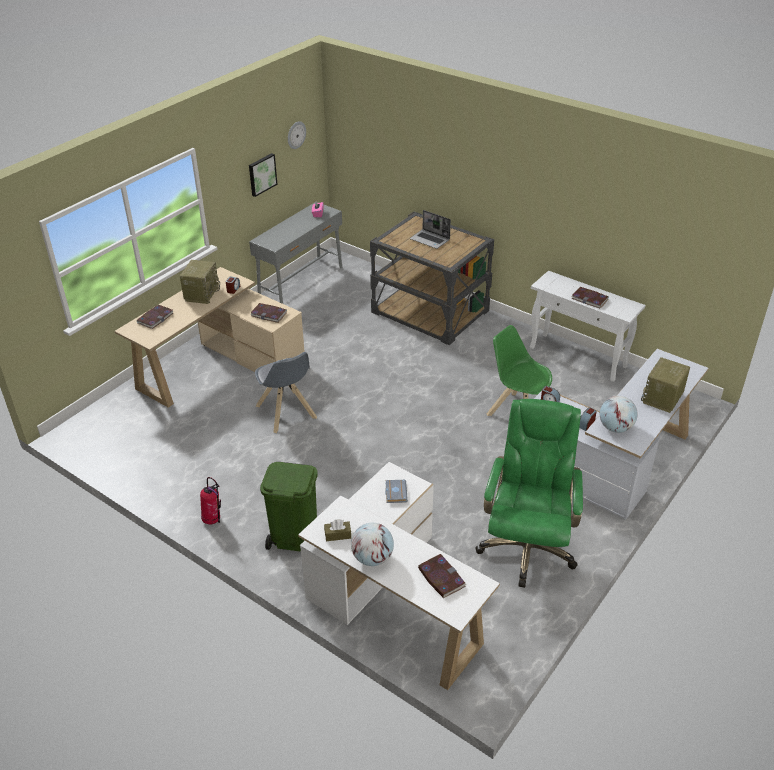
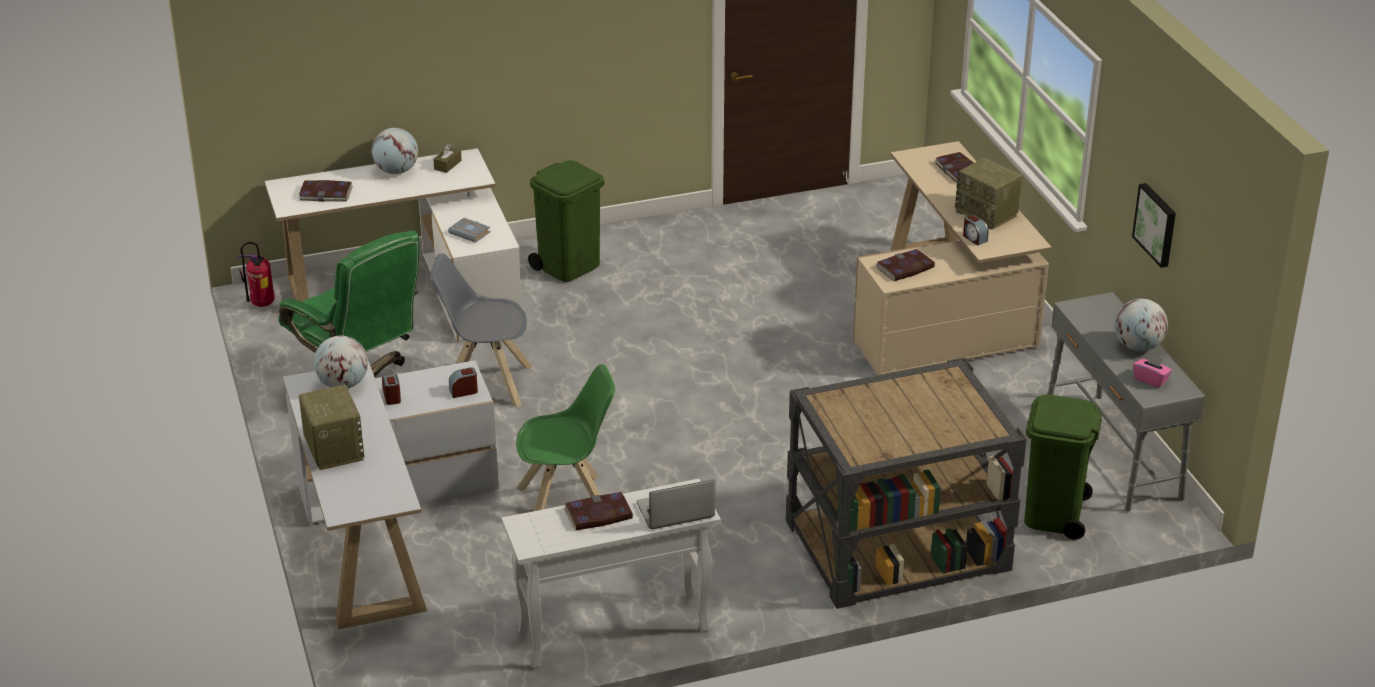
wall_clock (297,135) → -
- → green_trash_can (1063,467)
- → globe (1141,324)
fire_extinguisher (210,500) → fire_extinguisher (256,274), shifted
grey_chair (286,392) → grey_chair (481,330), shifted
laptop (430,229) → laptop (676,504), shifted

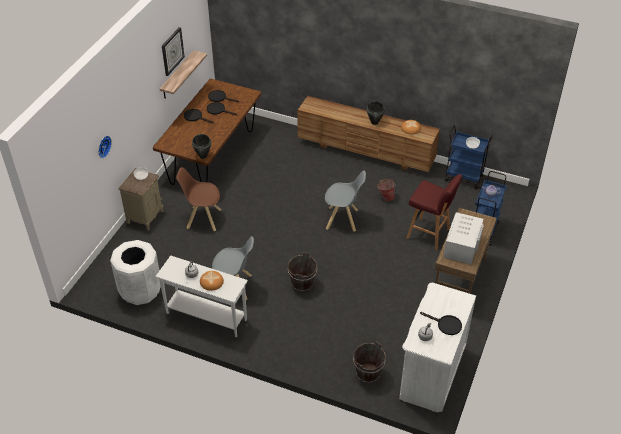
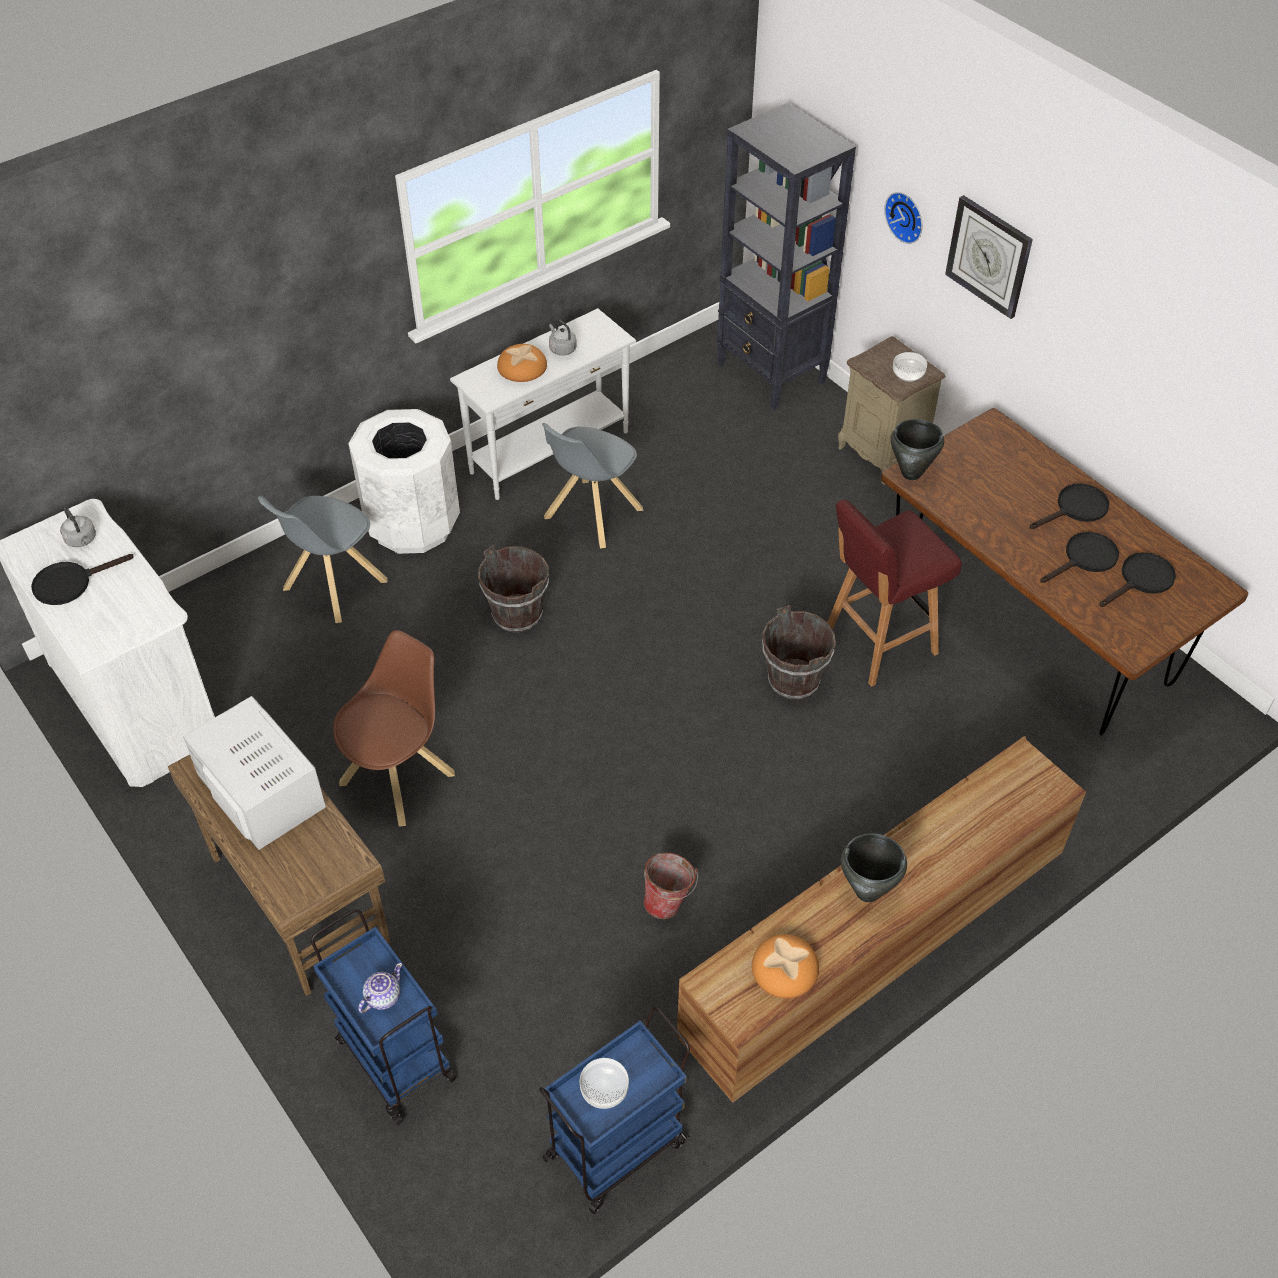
shelf (183,74) → -
- → black_bookcase (786,256)
white_trash_can (135,272) → white_trash_can (404,481), shifted
wall_clock (173,51) → wall_clock (989,257), shifted
brown_chair (198,199) → brown_chair (394,728), shifted
grey_chair (345,201) → grey_chair (323,559), shifted
brown_bucket (369,362) → brown_bucket (799,652), shifted
red_stool (435,212) → red_stool (894,593), shifted

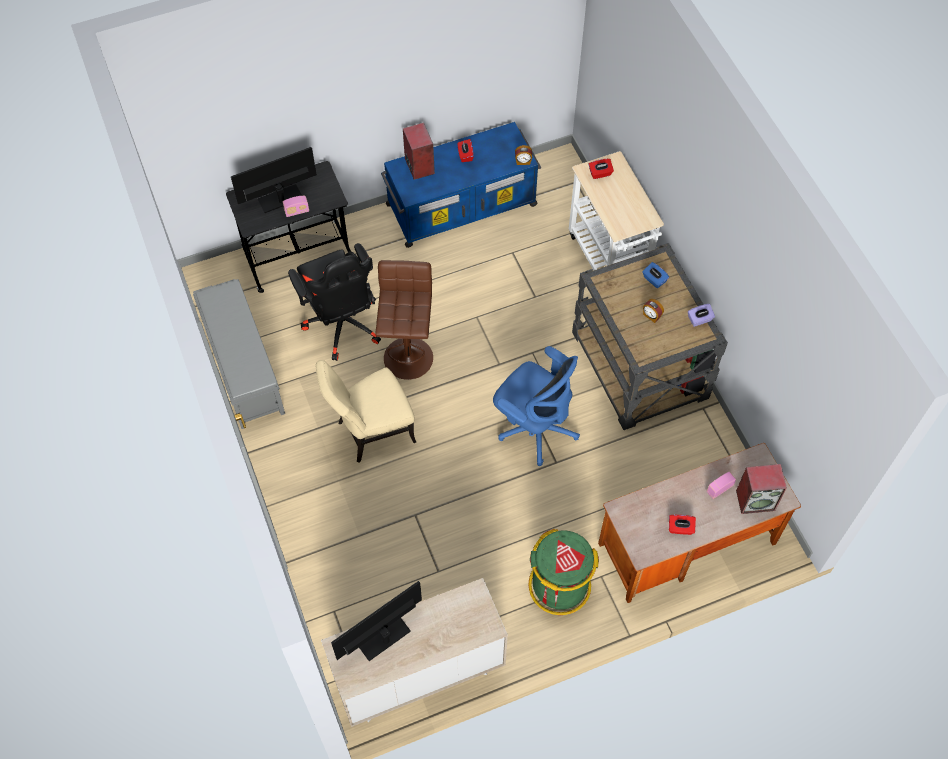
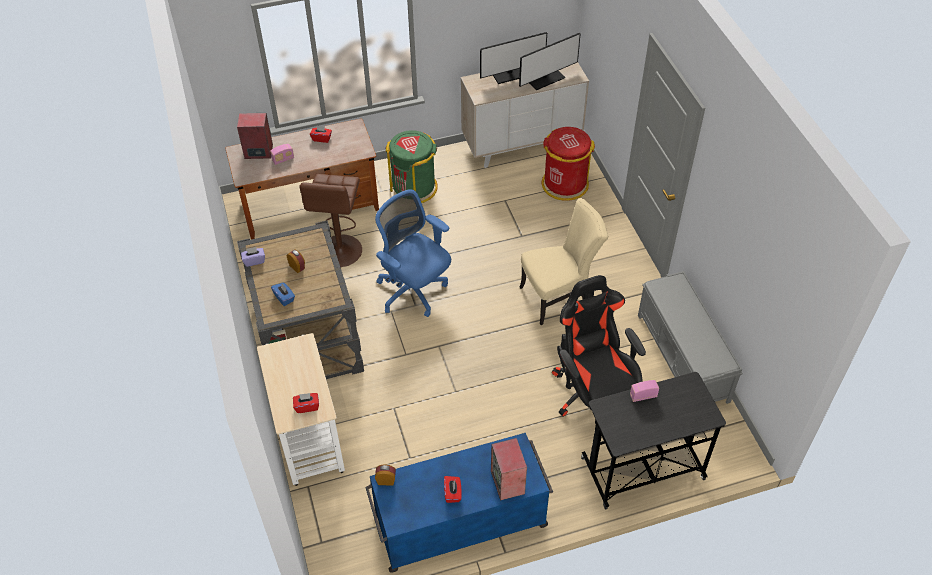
- → red_trash_can (568,164)
monitor (274,180) → monitor (513,58), shifted
brown_stool (404,320) → brown_stool (330,220), shifted

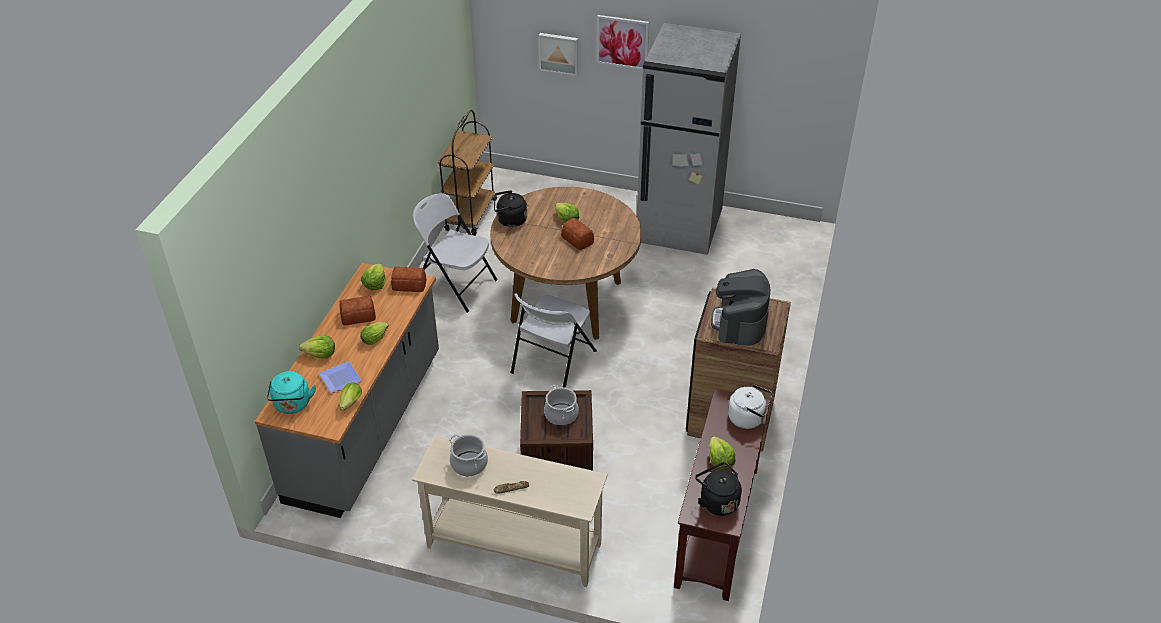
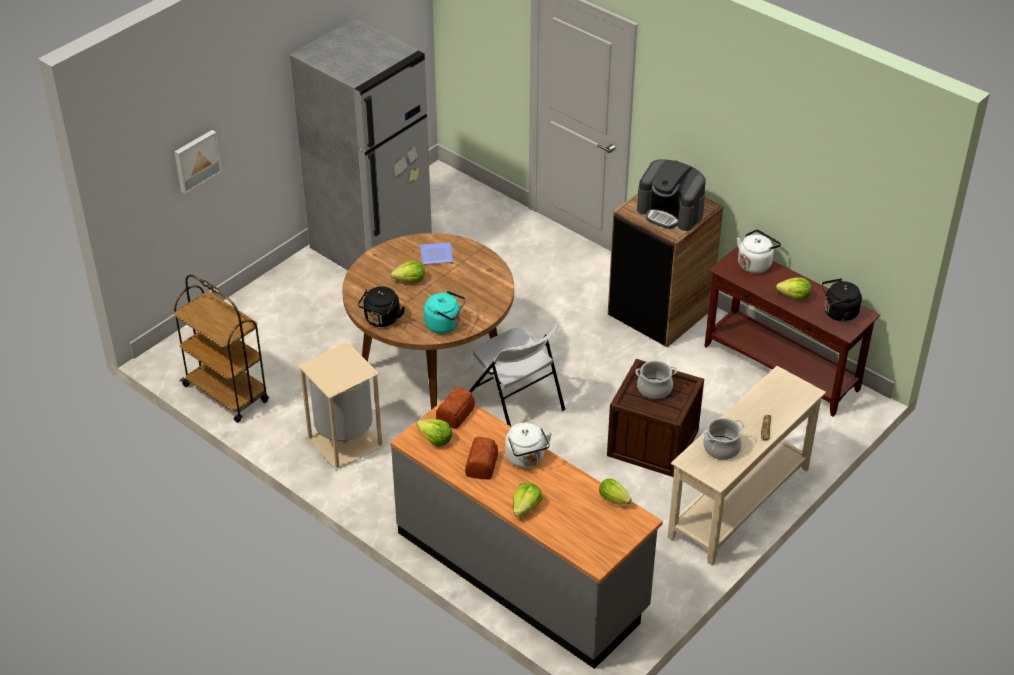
bread (577,234) → -
picture (622,42) → -
turquoise_kettle (291,392) → turquoise_kettle (445,312), shifted
plate (340,377) → plate (437,253), shifted
lettuce (374,333) → white_kettle (528,445)
white_chair (455,253) → beige_trash_can (341,406)

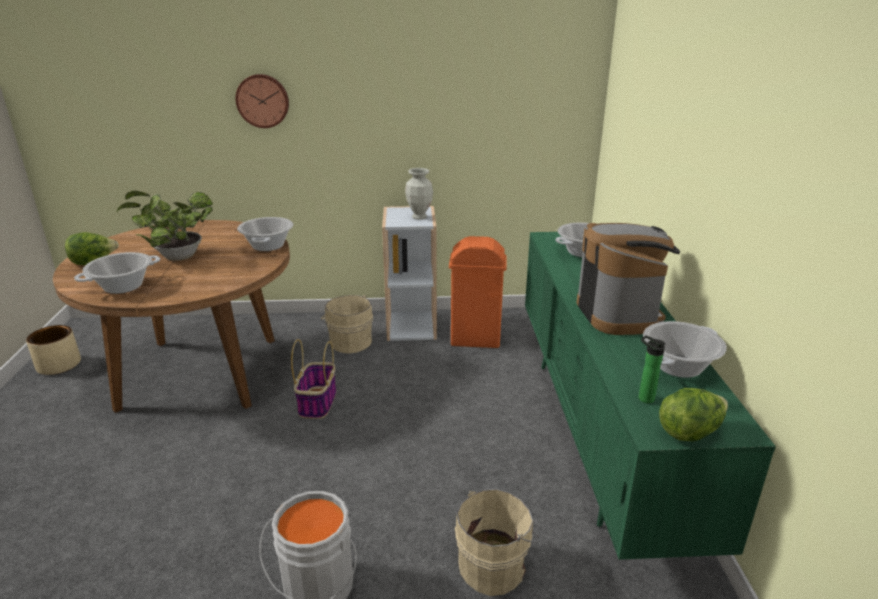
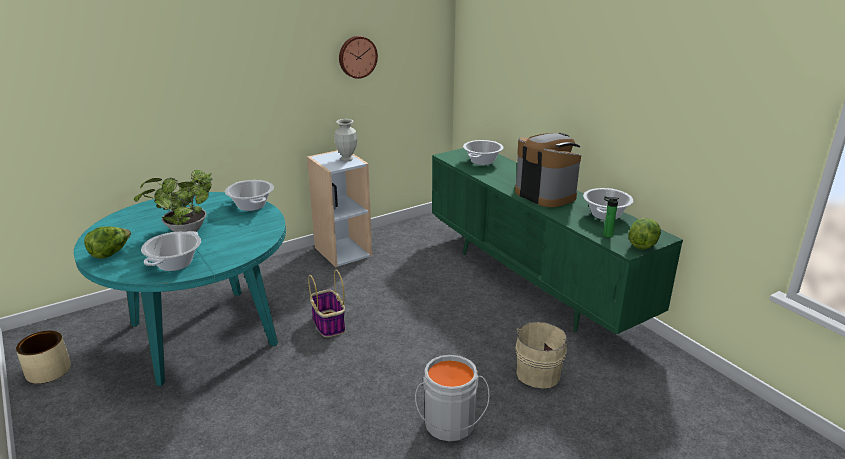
beige_bucket (347,324) → -
orange_trash_can (477,292) → -
wall_clock (262,101) → wall_clock (358,57), shifted
brown_dining_table (171,316) → turquoise_dining_table (180,289)

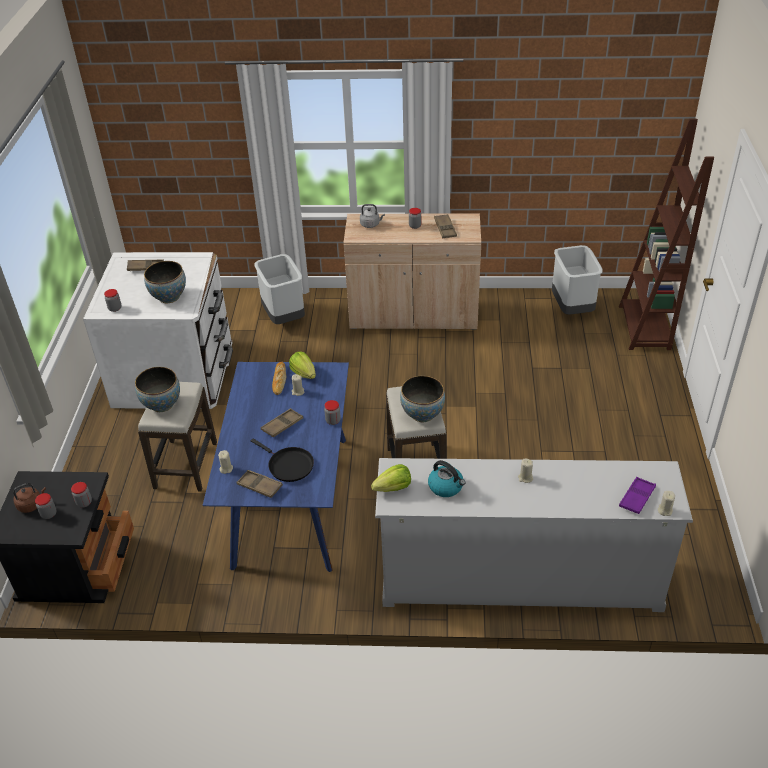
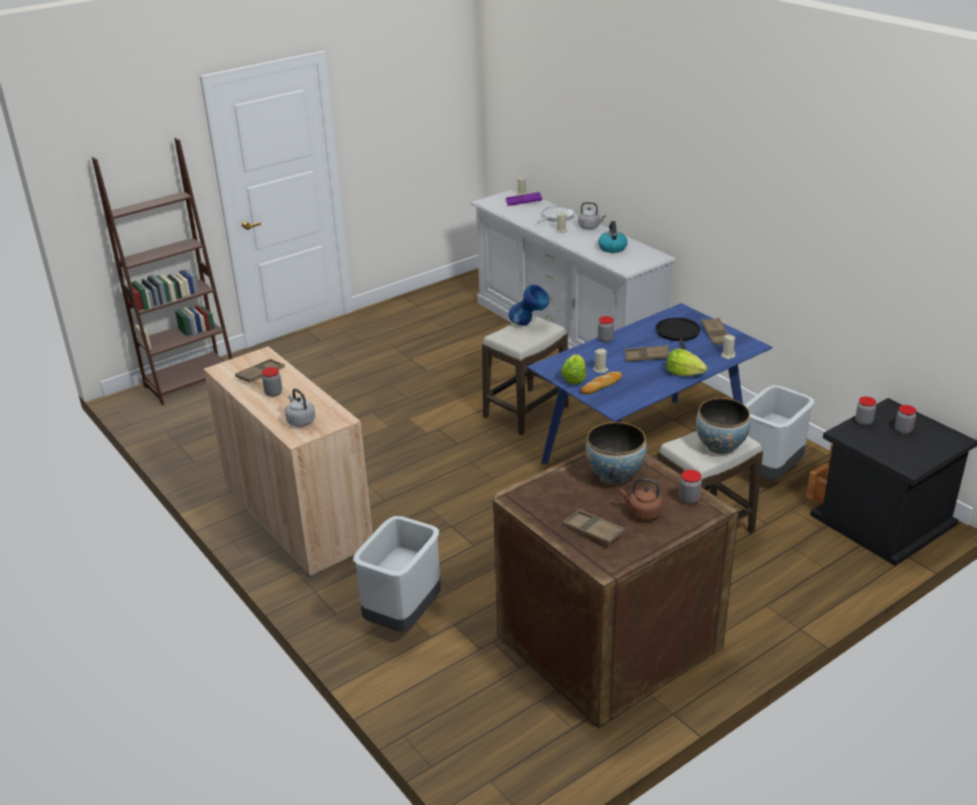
- → frying_pan (555,214)
- → grey_kettle (592,215)
brown_kettle (29,498) → brown_kettle (641,499), shifted
lettuce (391,478) → lettuce (686,362), shifted
grey_trash_can (577,280) → grey_trash_can (779,432), shifted
bowl (422,399) → blue_vase (529,305)
white_dresser (158,330) → brown_dresser (616,589)

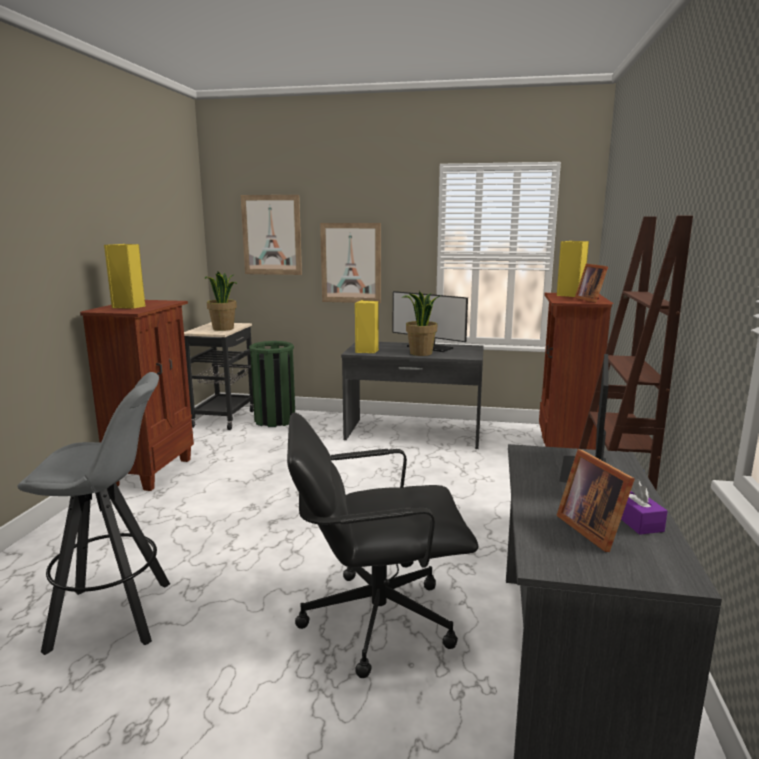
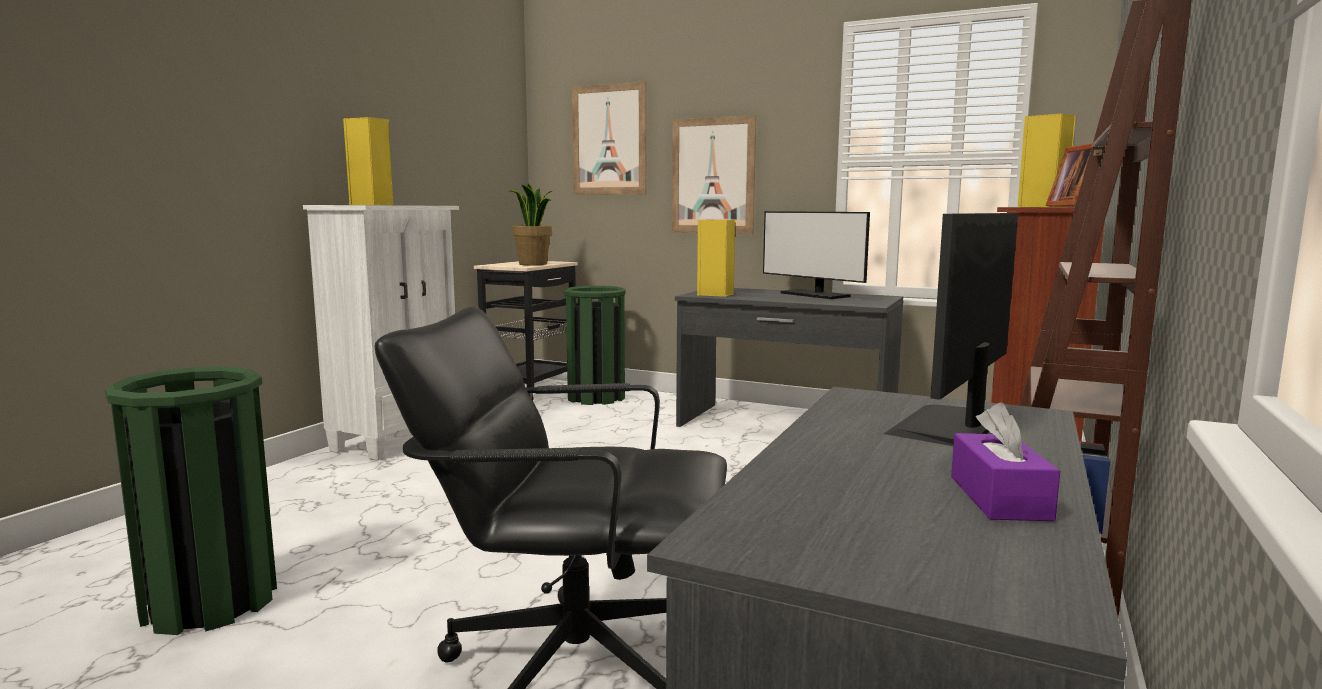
potted_plant (421,323) → -
picture_frame (595,500) → -
grey_stool (94,513) → green_trash_can (191,500)
brown_cabinet (137,395) → white_cabinet (381,332)

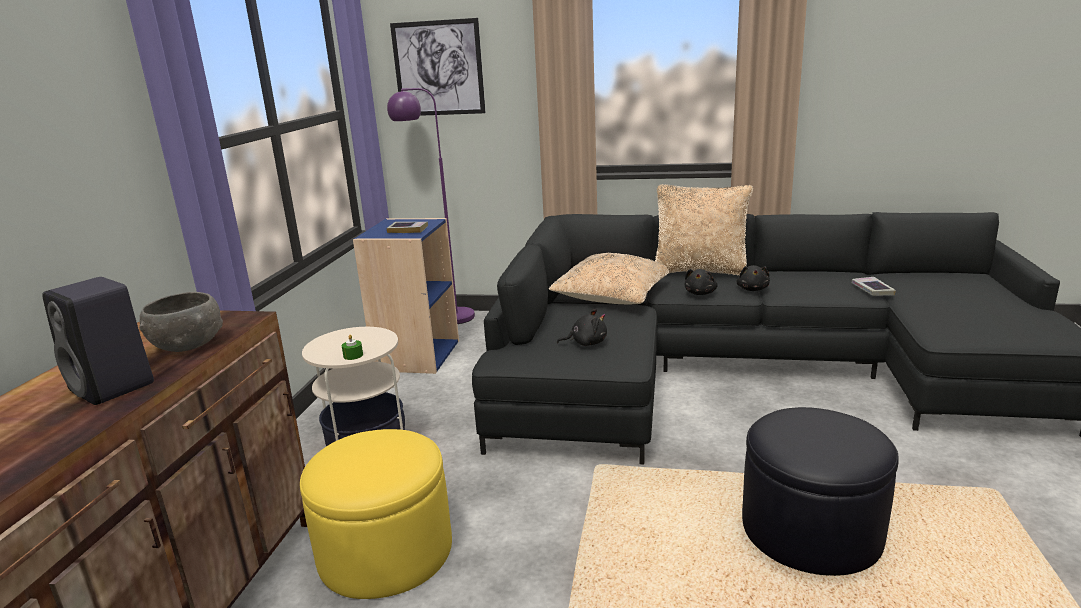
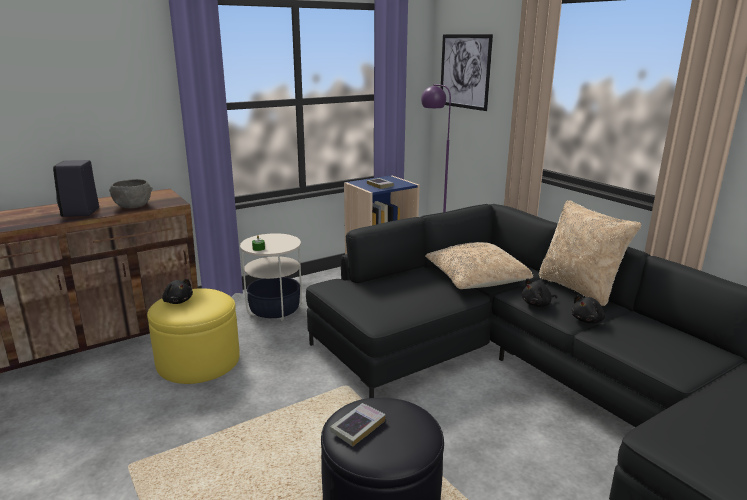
black_plush_toy (582,327) → black_plush_toy (177,291), shifted
book (874,286) → book (358,425), shifted

